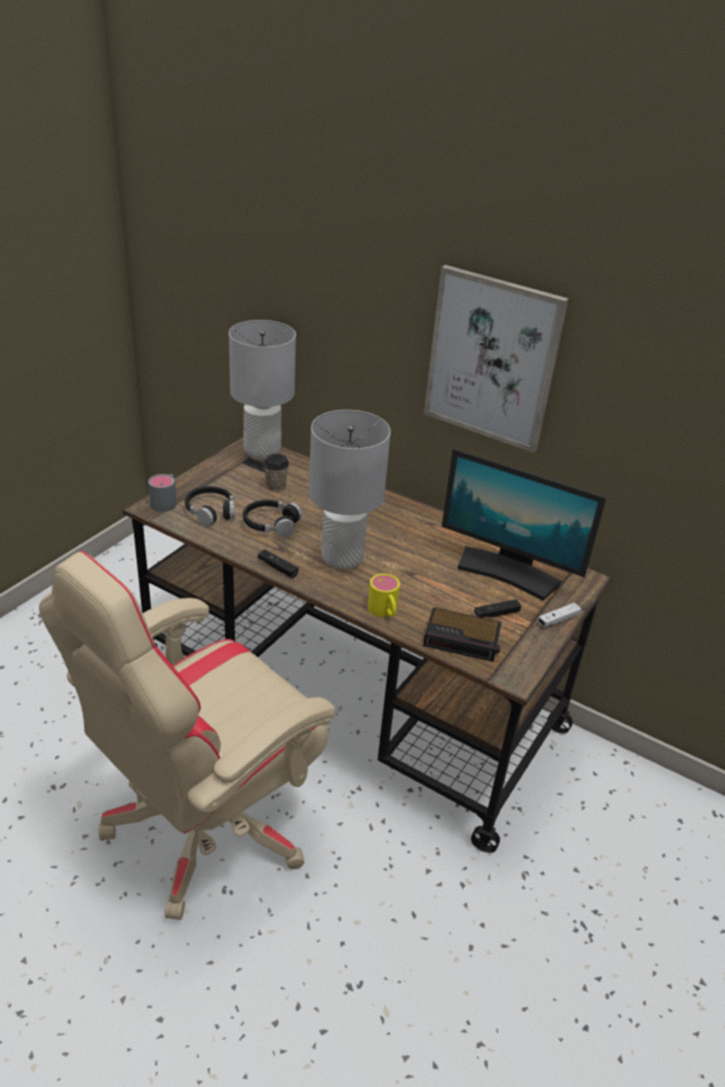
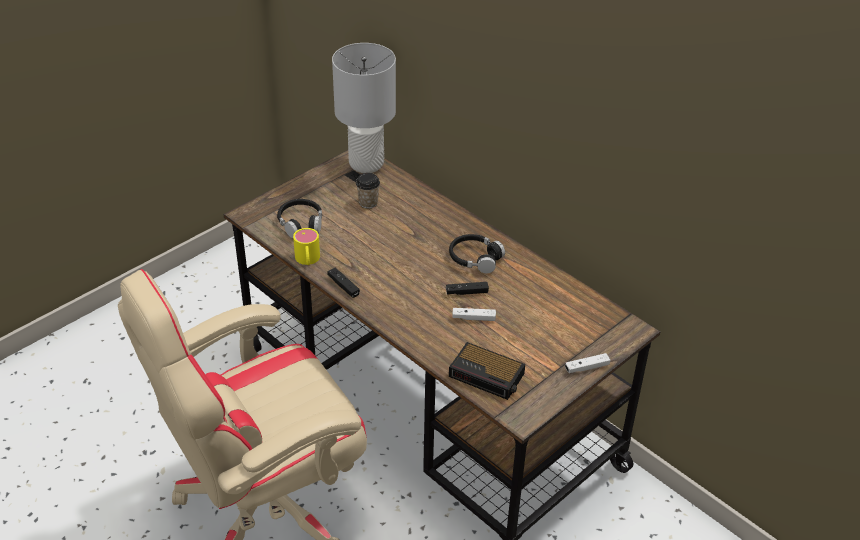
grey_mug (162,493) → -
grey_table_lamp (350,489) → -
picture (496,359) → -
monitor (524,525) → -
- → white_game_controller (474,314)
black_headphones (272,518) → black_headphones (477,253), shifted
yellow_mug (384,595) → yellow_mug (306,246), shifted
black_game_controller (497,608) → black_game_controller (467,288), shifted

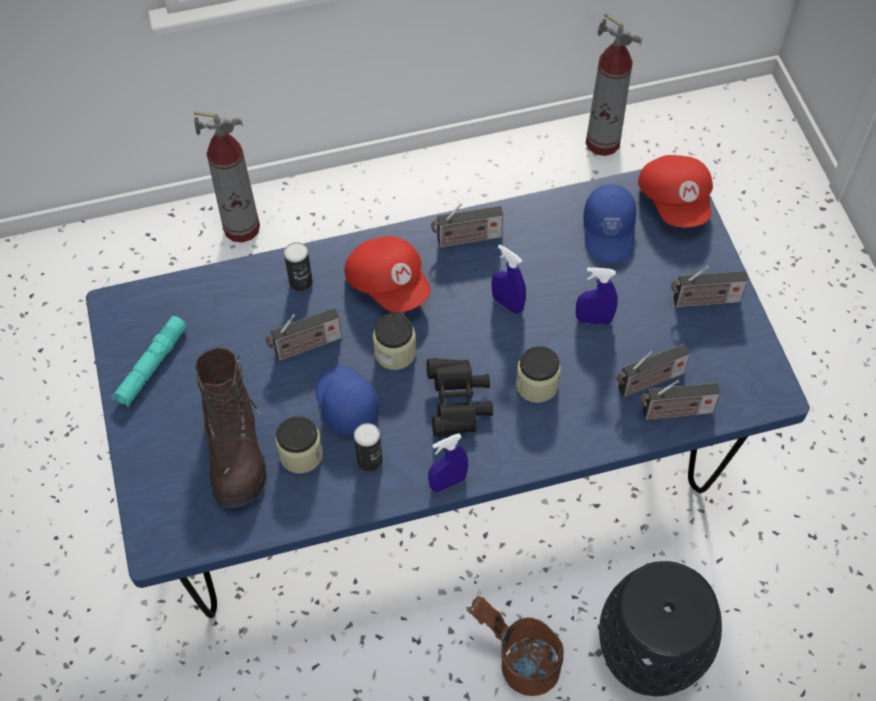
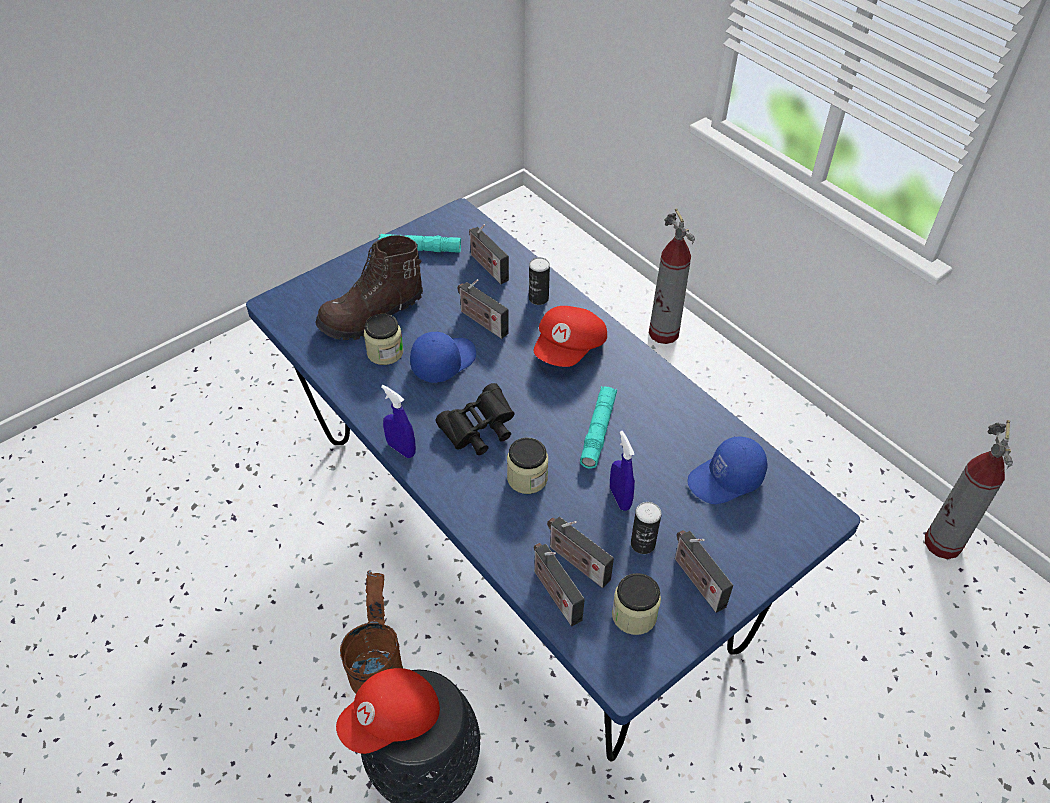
can (368,447) → can (646,528), shifted
jar (394,341) → jar (636,604), shifted
radio (467,225) → radio (489,254), shifted
red_cap (675,191) → red_cap (388,711), shifted
blue_spray_bottle (509,279) → turquoise_flashlight (598,427)

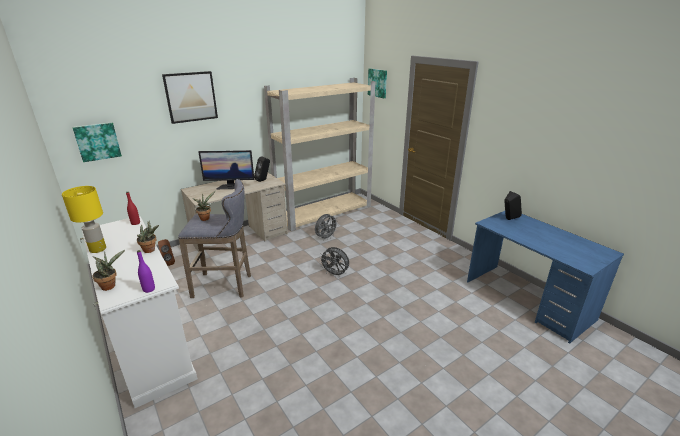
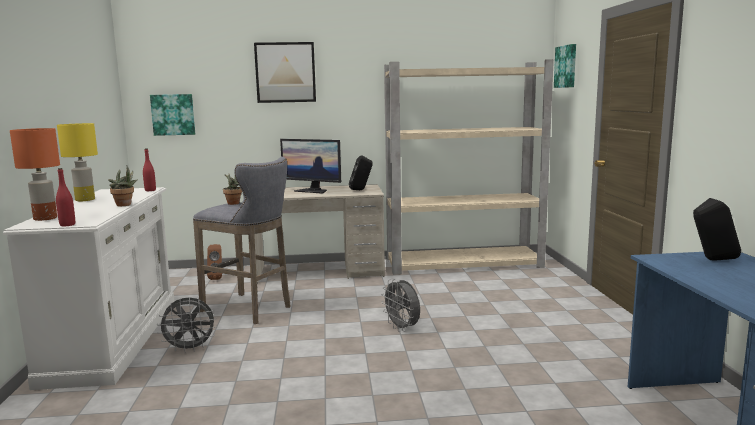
grey_fan (327,226) → grey_fan (187,324), shifted
potted_plant (108,270) → orange_table_lamp (35,174)
purple_bottle (146,271) → red_bottle (65,197)

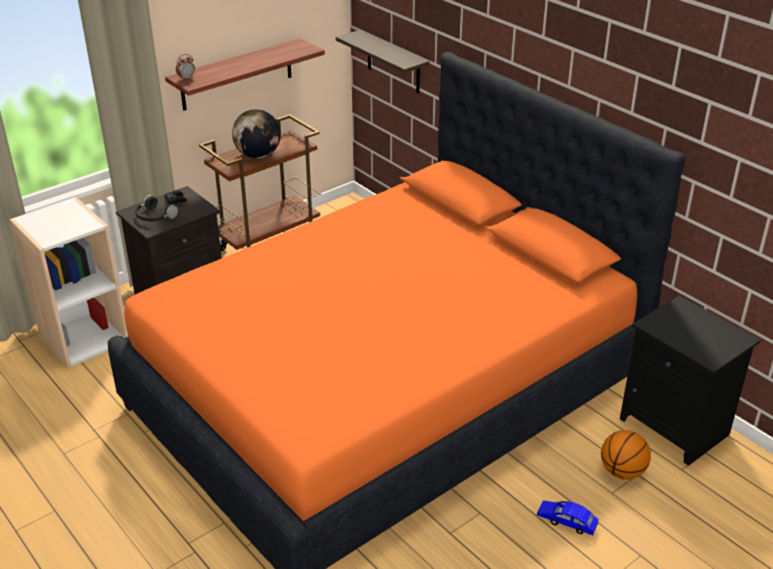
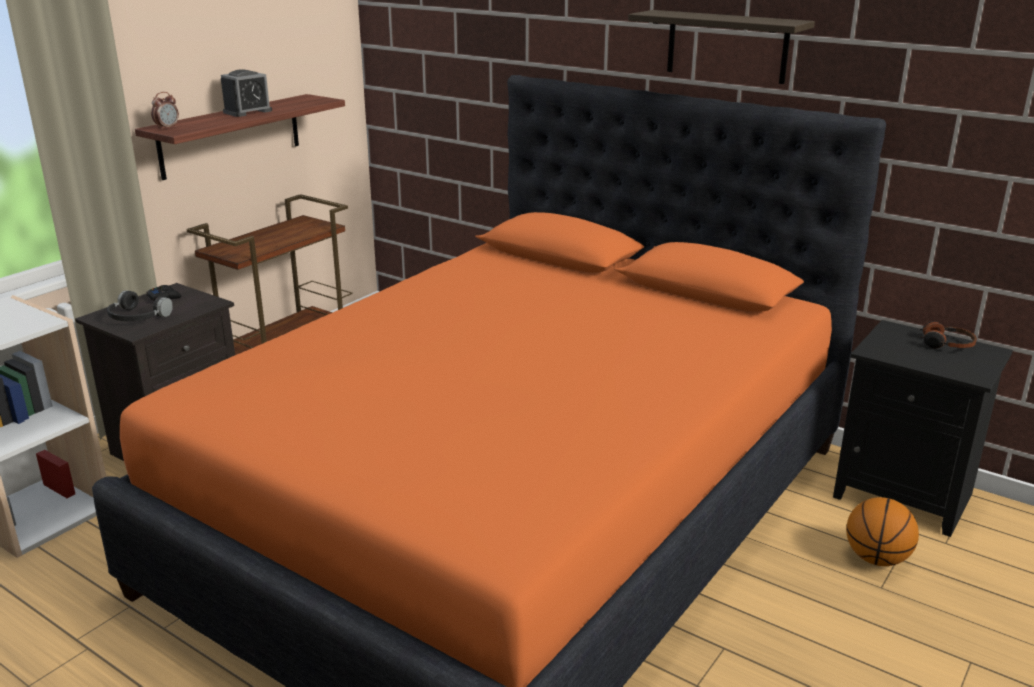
globe (256,133) → -
blue_toy_car (568,517) → -
- → alarm_clock (246,93)
- → headphones (947,334)
shelf (383,61) → shelf (721,47), shifted

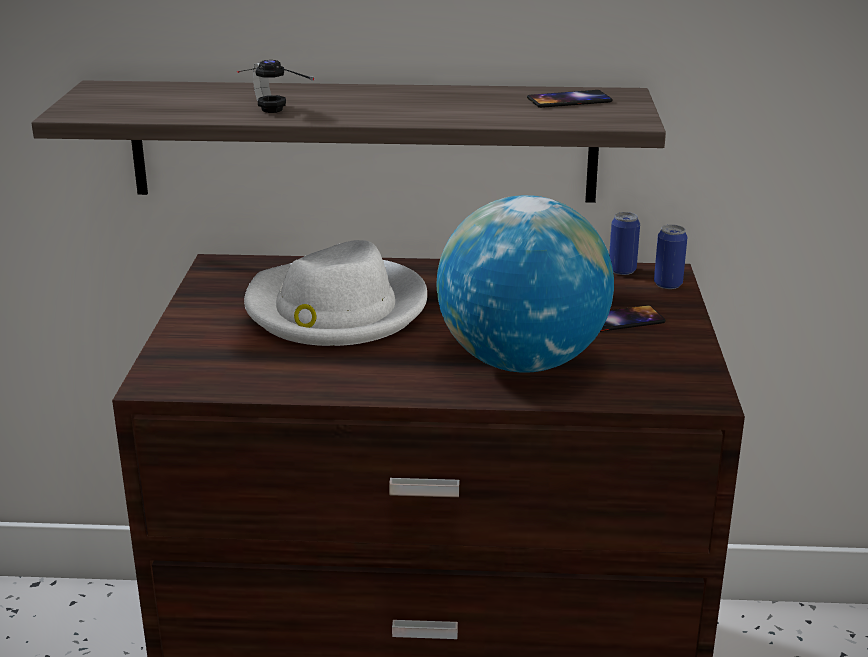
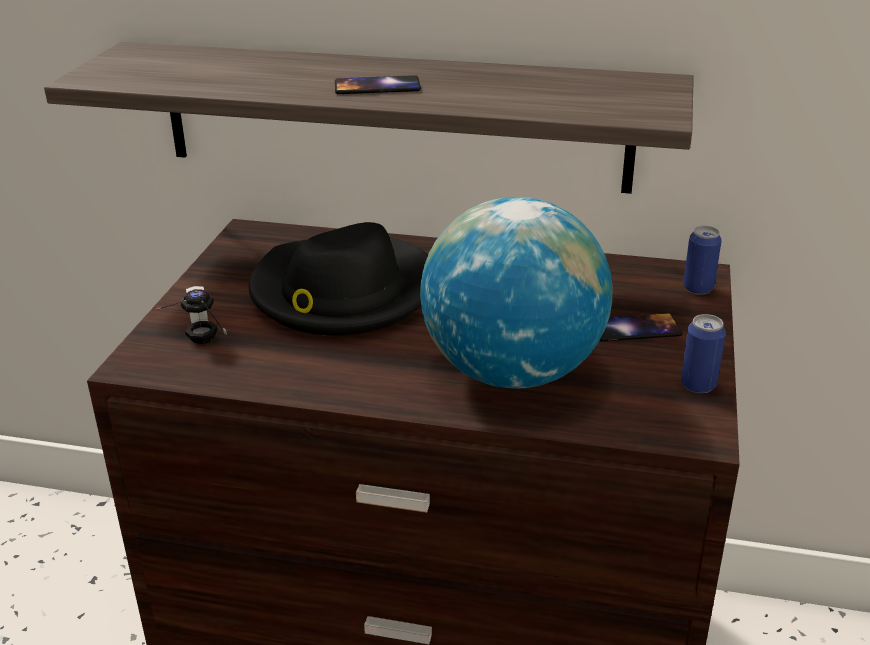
headphones (276,86) → headphones (191,315), shifted
phone (569,99) → phone (378,84), shifted
can (624,243) → can (703,353), shifted
white_hat (335,293) → black_hat (338,279)

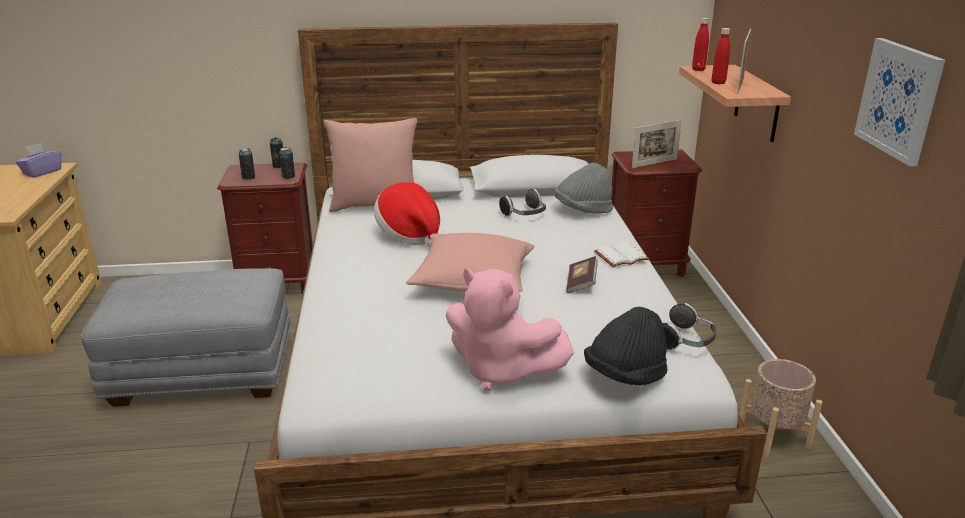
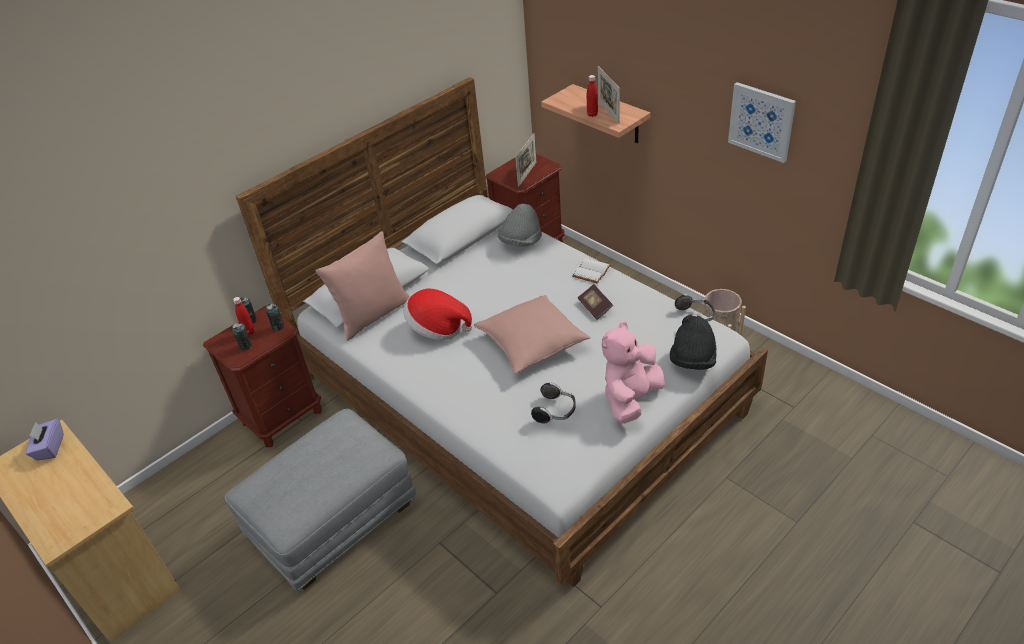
headphones (522,203) → headphones (553,403), shifted
red_bottle (700,44) → red_bottle (244,316), shifted
pink_plush_toy (510,330) → pink_plush_toy (633,372), 135 degrees clockwise

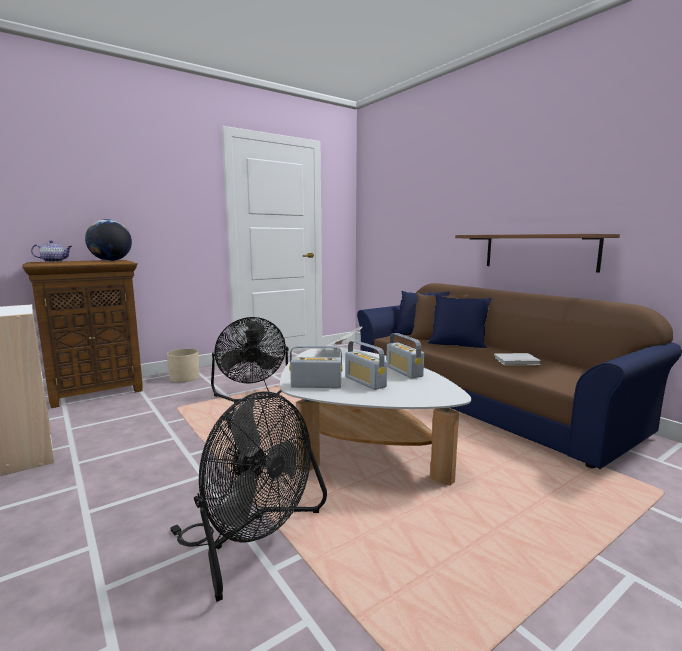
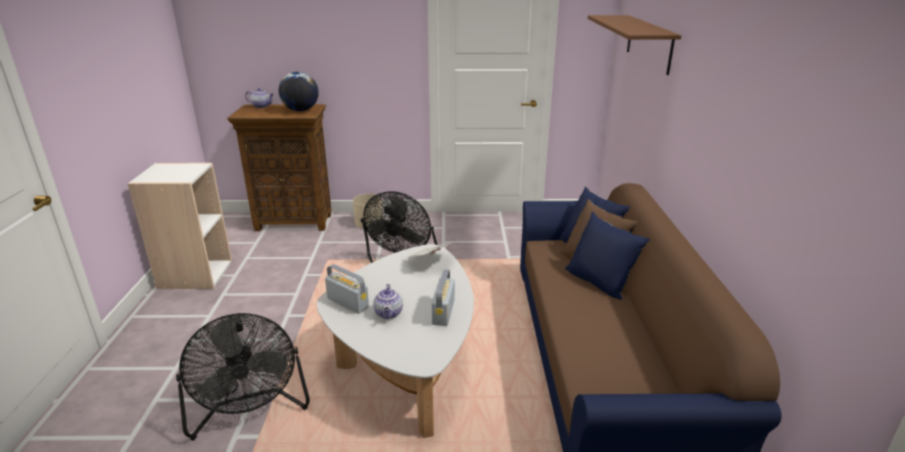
white_book (517,359) → -
brown_shelf (537,253) → brown_shelf (634,45), shifted
radio (366,365) → teapot (388,301)

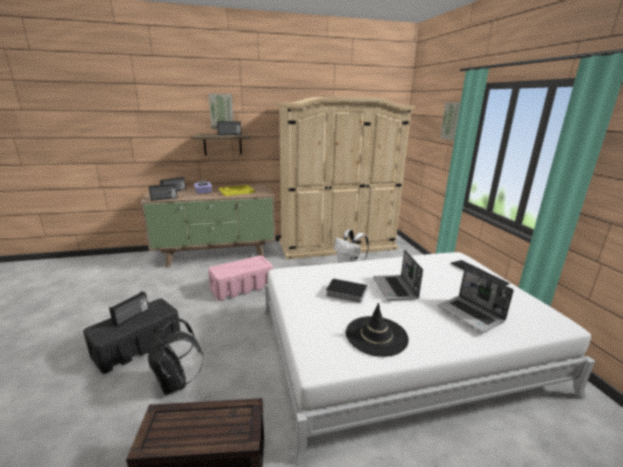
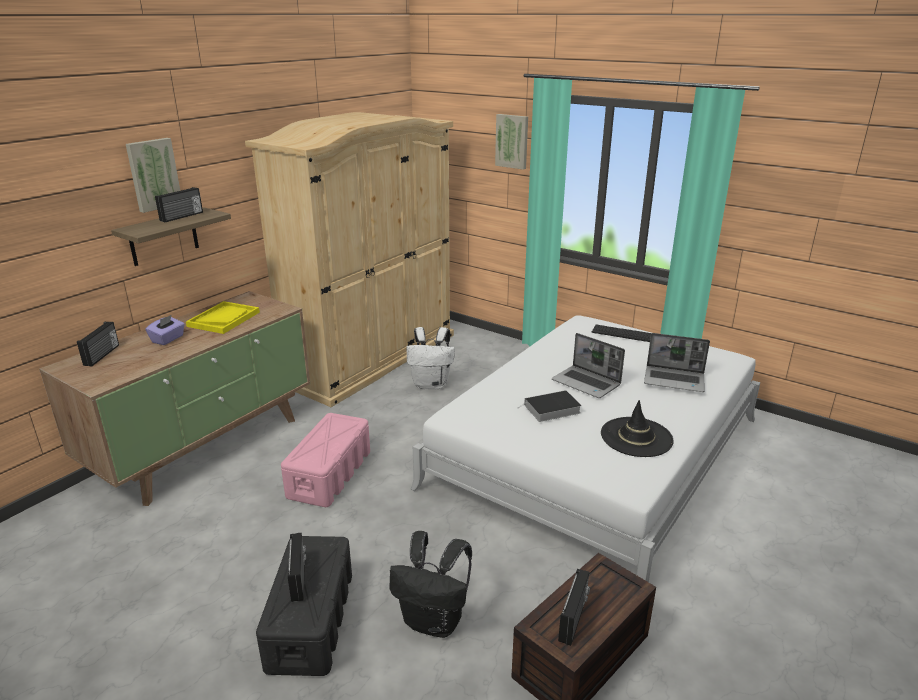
radio (163,192) → radio (574,607), shifted

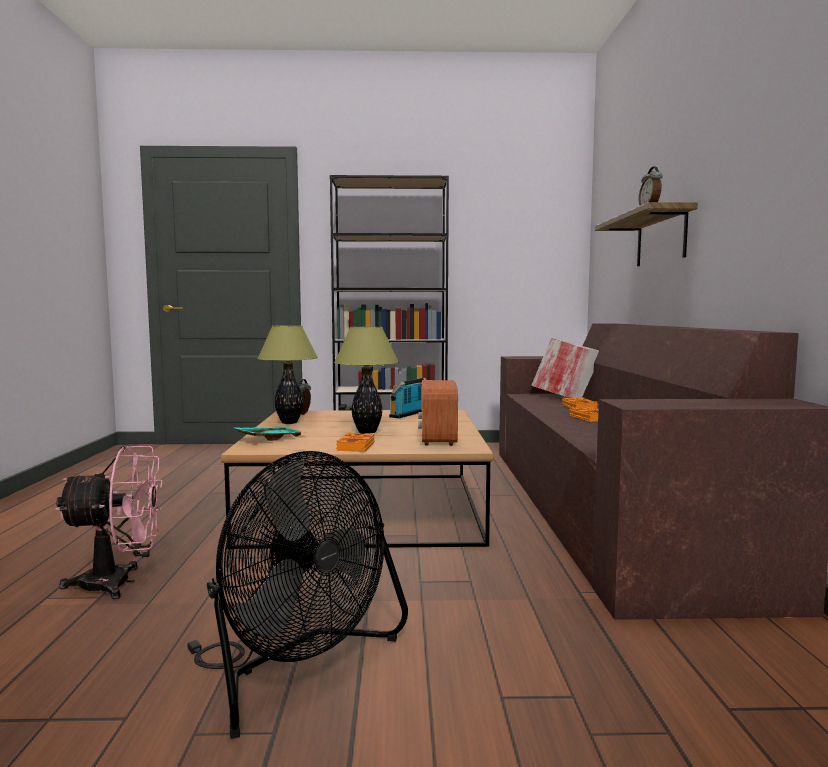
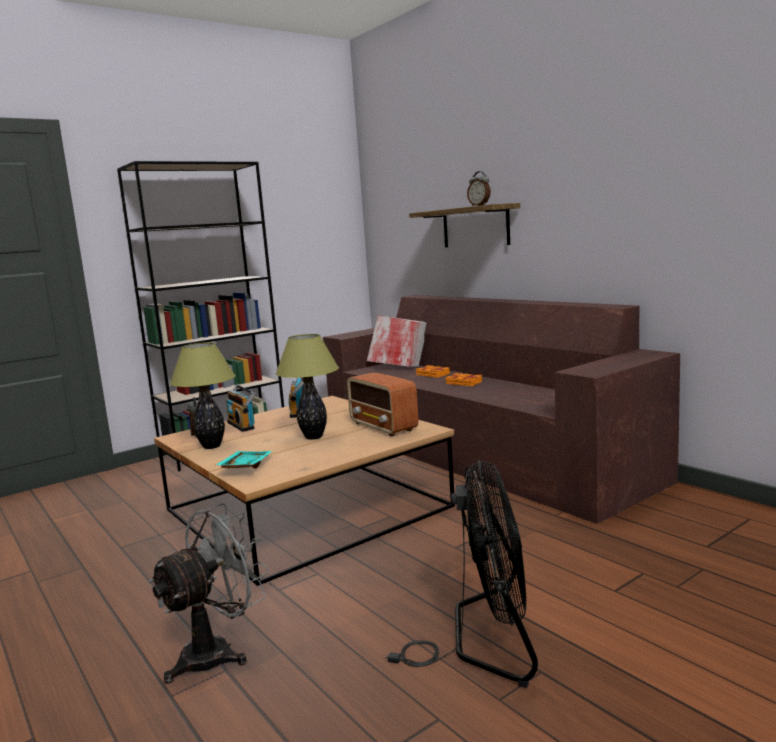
orange_book (355,442) → -
- → radio (241,408)
pink_fan (109,522) → grey_fan (209,593)

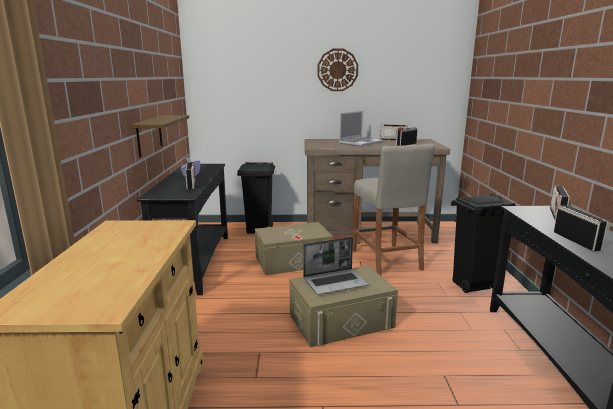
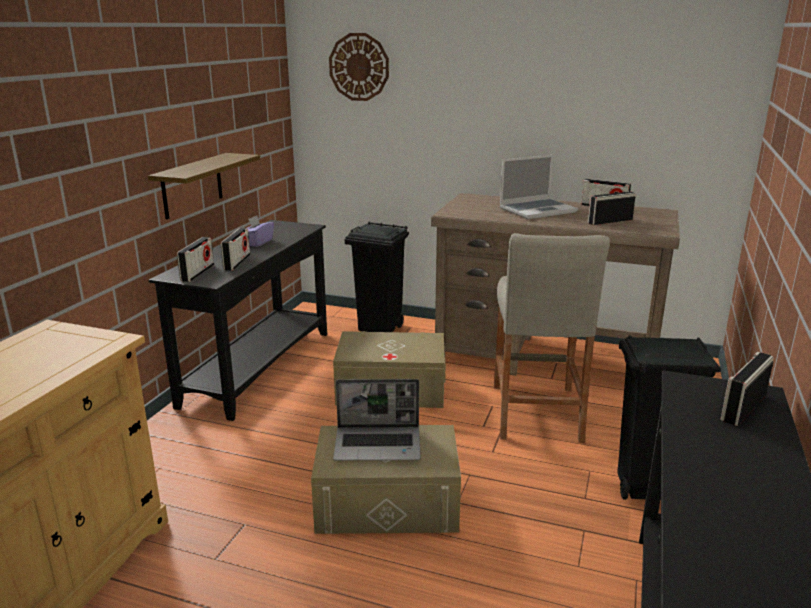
wall_clock (337,70) → wall_clock (359,67), shifted
radio (581,228) → radio (195,259), shifted

